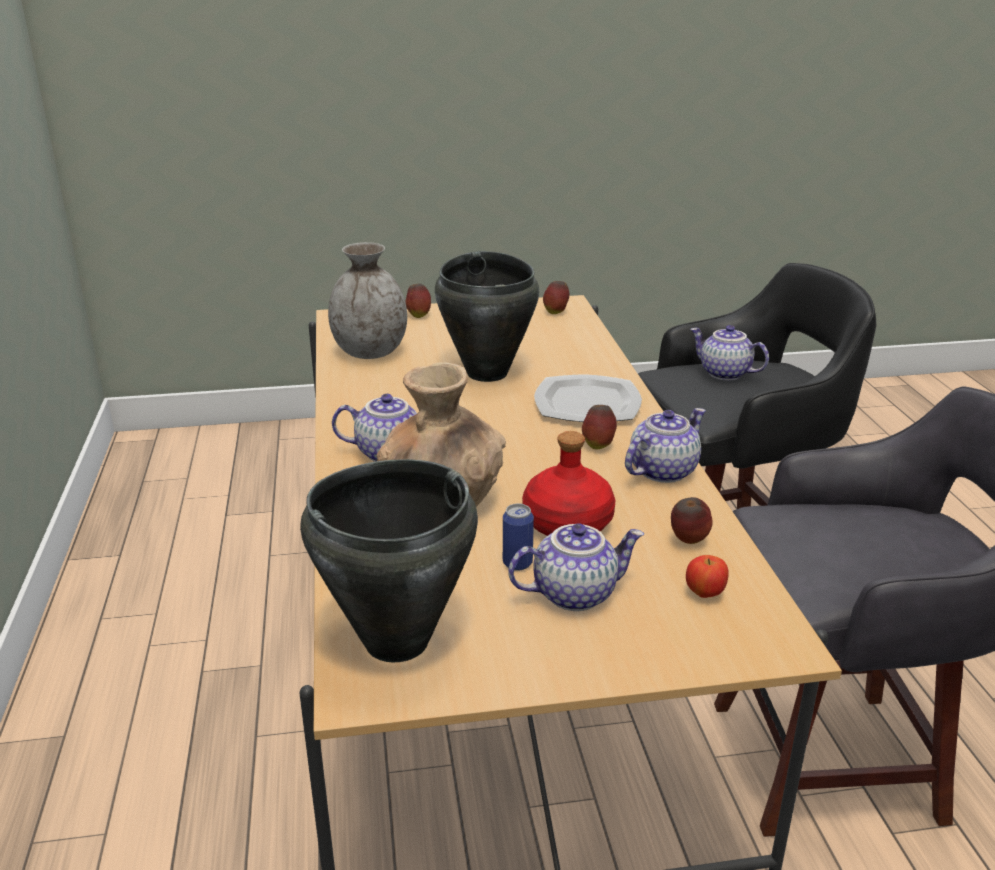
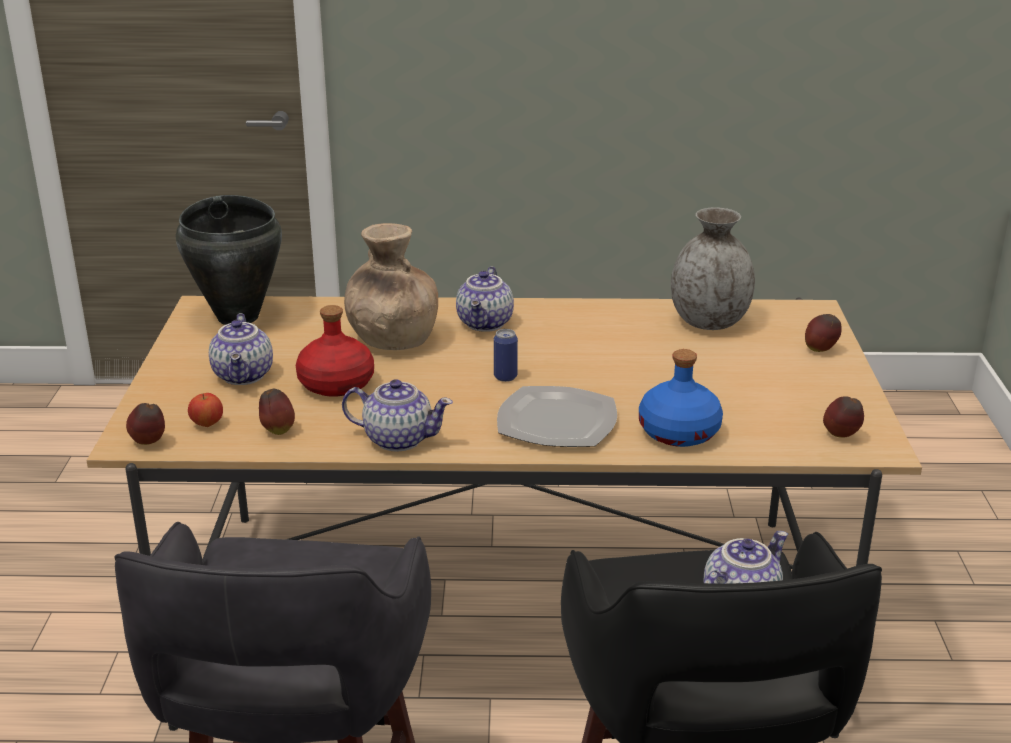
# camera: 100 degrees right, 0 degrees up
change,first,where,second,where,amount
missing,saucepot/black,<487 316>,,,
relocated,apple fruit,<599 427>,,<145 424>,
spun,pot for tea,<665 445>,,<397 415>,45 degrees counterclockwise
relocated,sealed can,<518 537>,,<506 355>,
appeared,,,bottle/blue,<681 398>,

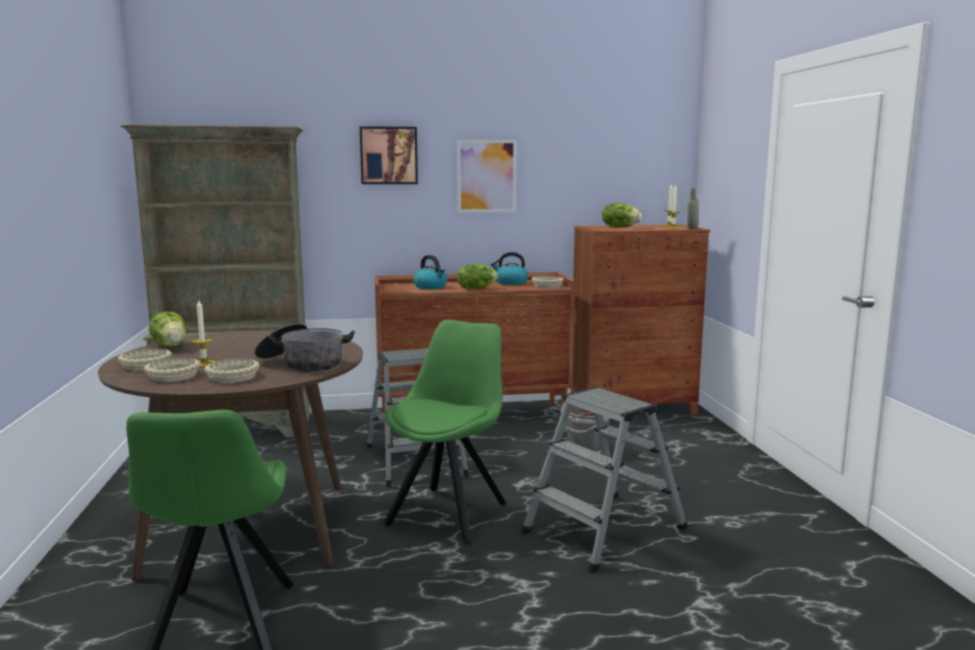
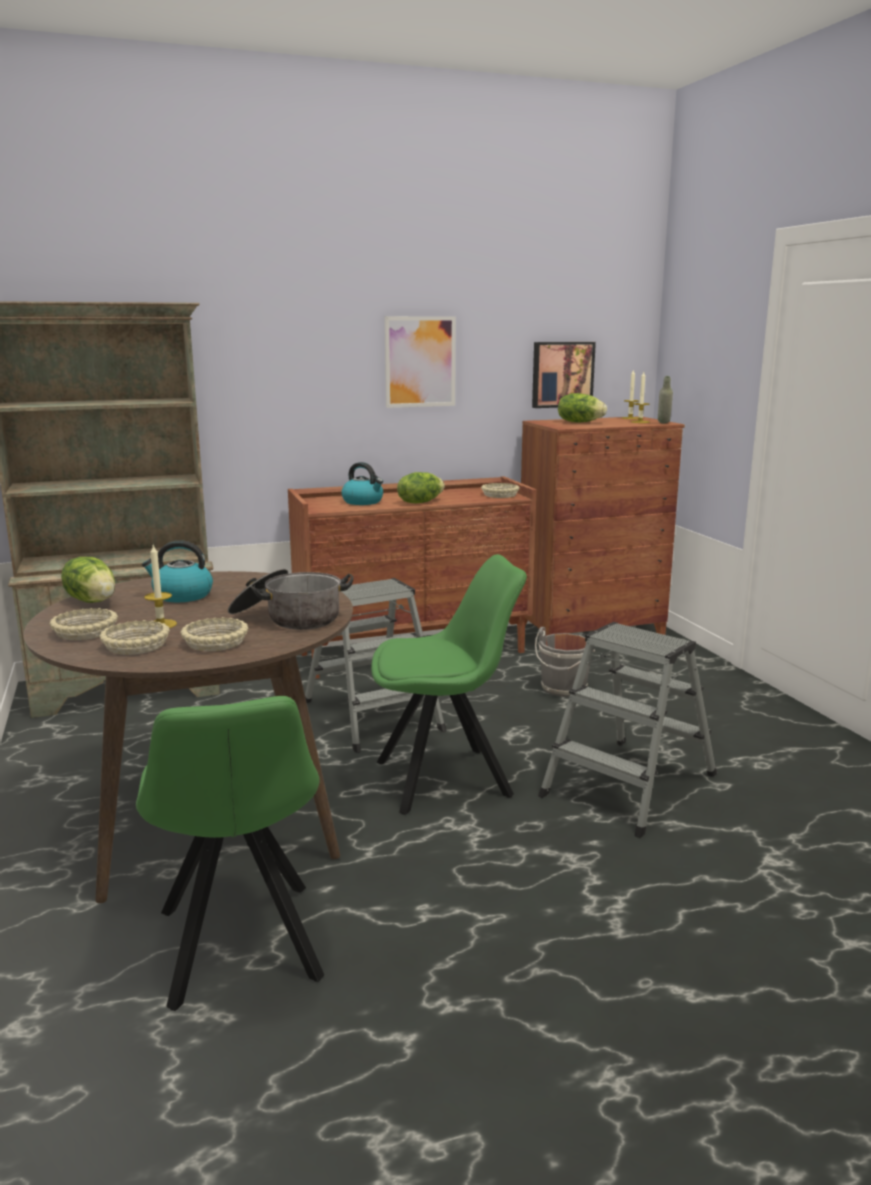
# camera: 10 degrees left, 5 degrees up
change,first,where,second,where,amount
relocated,wall art,<389 155>,,<564 375>,
relocated,water kettle,<509 268>,,<177 571>,
spun,plain chair/greenish,<445 431>,,<449 684>,60 degrees clockwise

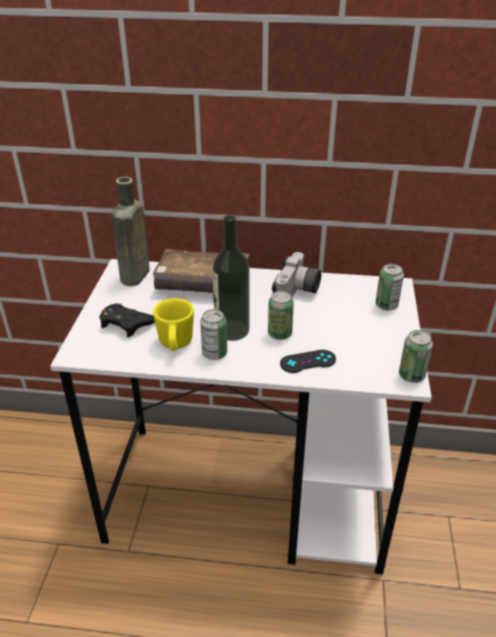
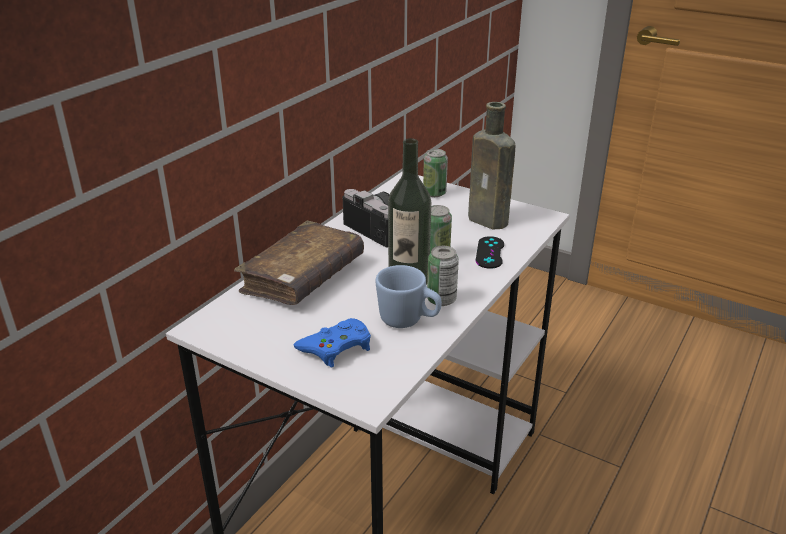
# camera: 65 degrees left, 5 degrees down
change,first,where,second,where,amount
relocated,bottle/brown,<130 231>,,<491 165>,
colour,coffee mug/yellow,<173 324>,coffee mug/blue,<409 296>,
colour,joypad/black,<127 320>,joypad/blue,<332 342>,
missing,sealed can,<416 356>,,,

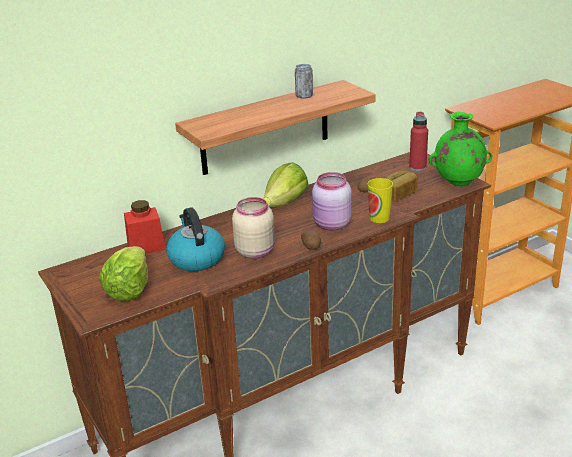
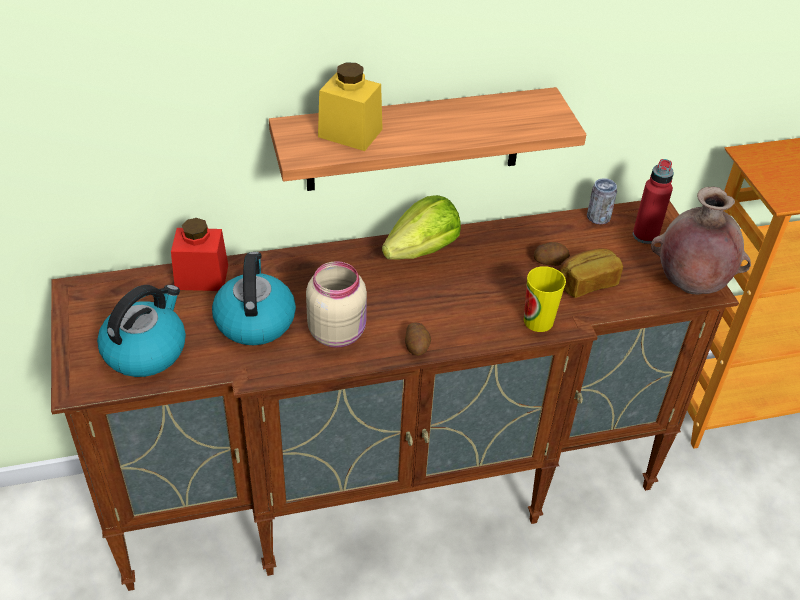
# camera: 15 degrees right, 15 degrees up
change,first,where,second,where,amount
relocated,sealed can,<304 81>,,<602 201>,
colour,vase/greenish,<461 149>,vase/brown,<701 241>,
missing,preserve jar/pink,<332 201>,,,
exchanged,lettuce,<123 273>,water kettle,<141 331>,
appeared,,,preserve jar/yellow,<350 106>,

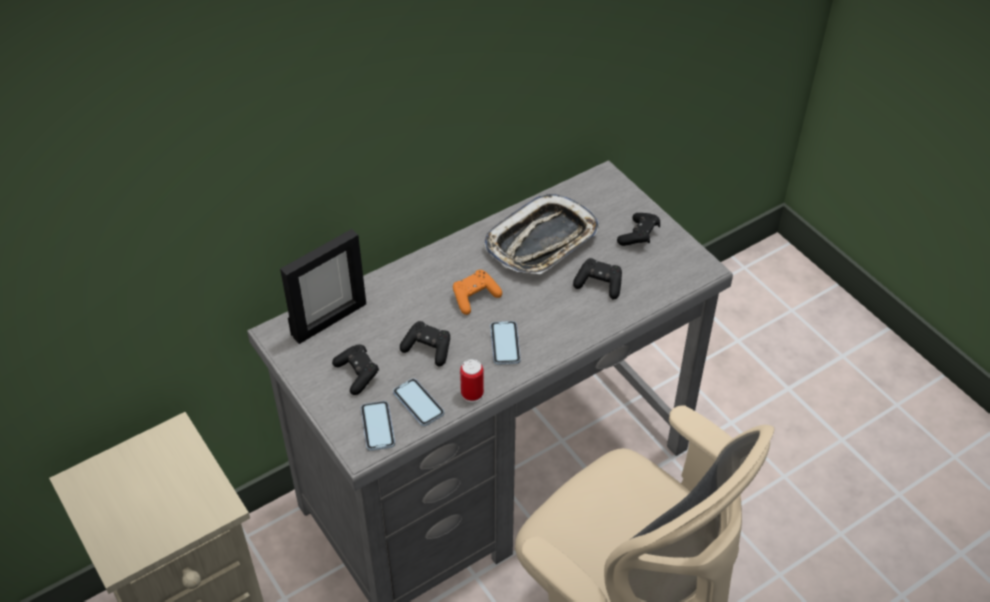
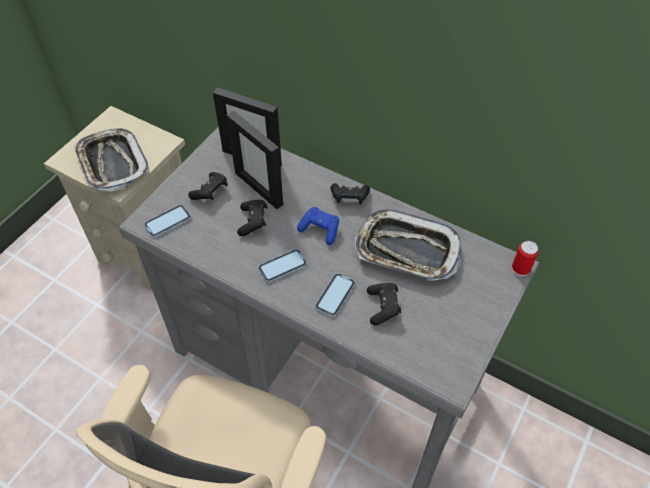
# camera: 65 degrees right, 5 degrees up
change,first,where,second,where,amount
relocated,joypad/black,<638 229>,,<350 193>,
colour,joypad/orange-coloured,<477 292>,joypad/blue,<318 226>,
relocated,sealed can,<472 381>,,<525 258>,
relocated,telephone,<418 402>,,<335 295>,
appeared,,,picture frame,<254 160>,
appeared,,,tray,<111 160>,

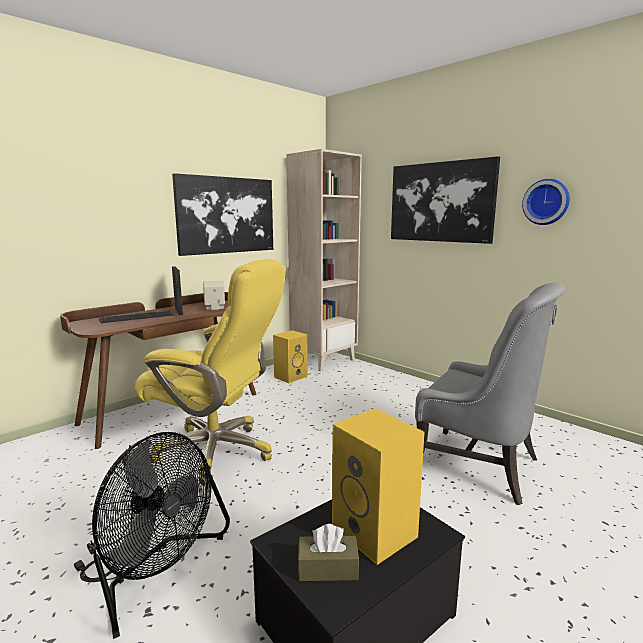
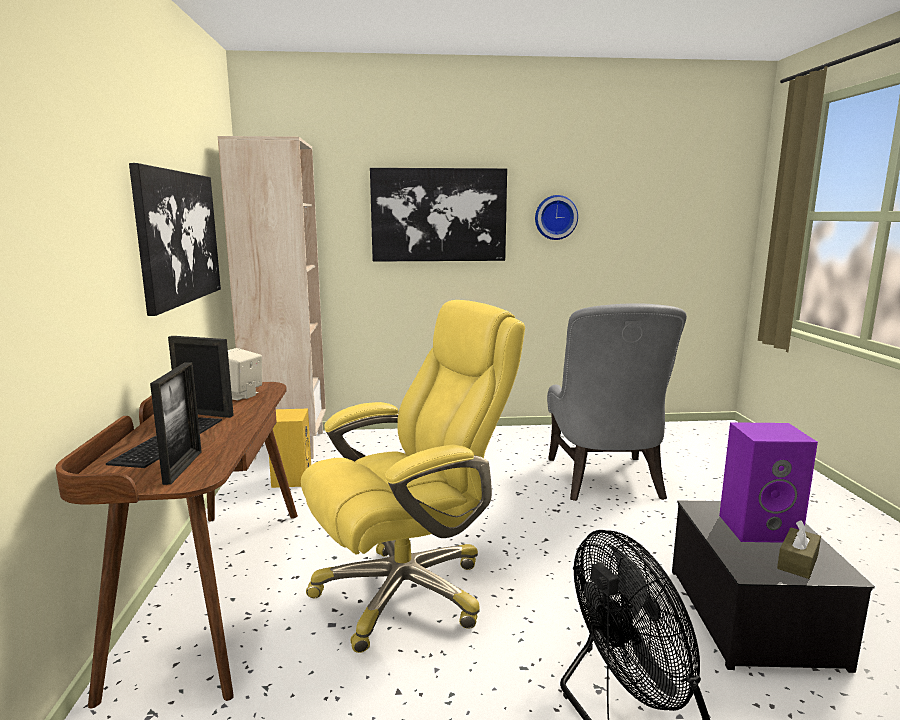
# camera: 50 degrees left, 0 degrees up
change,first,where,second,where,amount
spun,plain chair/greyish,<490 394>,,<617 402>,105 degrees clockwise
colour,audio speaker/yellow,<378 487>,audio speaker/purple-coloured,<768 482>,
appeared,,,picture frame,<176 423>,

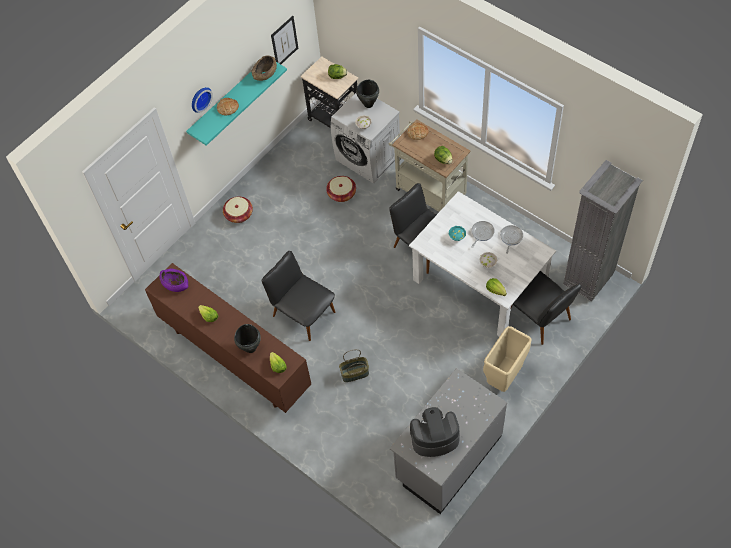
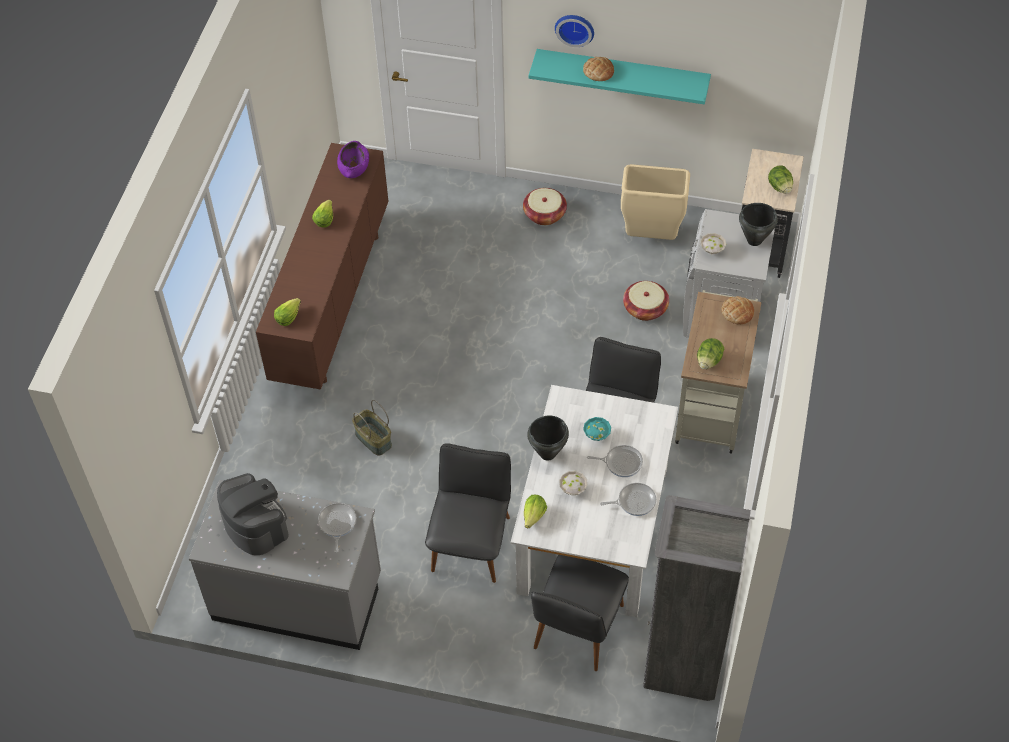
# camera: 60 degrees right, 5 degrees down
change,first,where,second,where,amount
missing,wall art,<284 40>,,,
missing,serving bowl/brown,<264 68>,,,
relocated,plain chair/black,<298 296>,,<468 513>,
relocated,saucepot/black,<247 338>,,<548 438>,
relocated,waste bin/sand-coloured,<507 359>,,<655 202>,
appeared,,,frying pan,<337 528>,

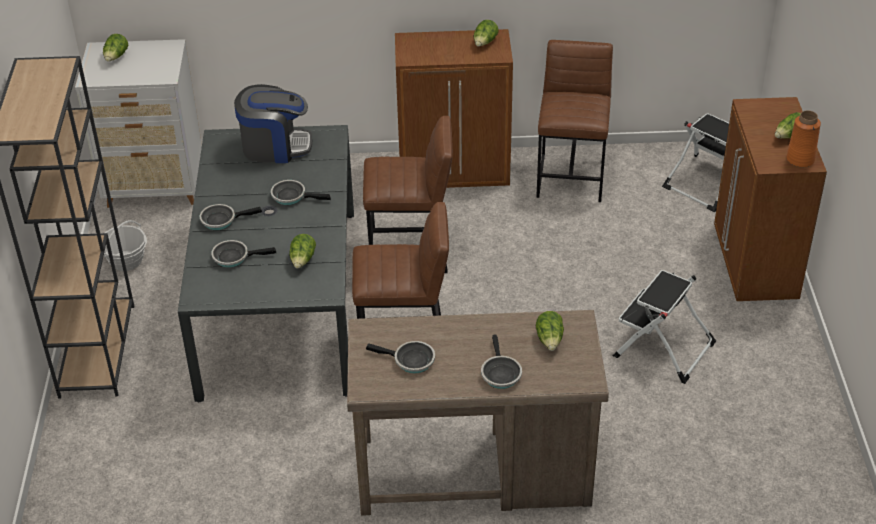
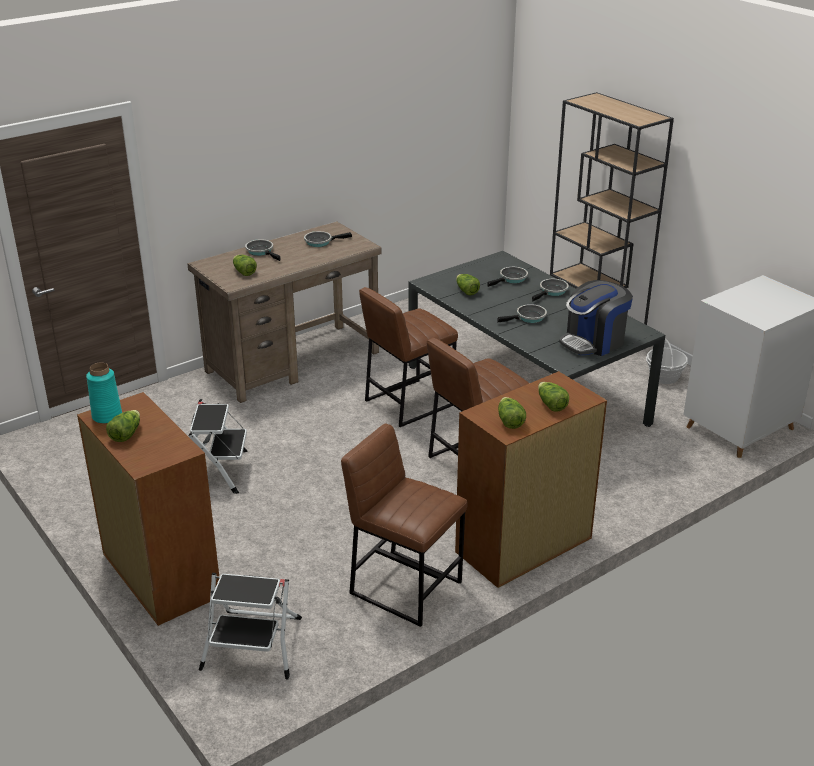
# camera: 145 degrees right, 10 degrees down
change,first,where,second,where,amount
relocated,lettuce,<115 48>,,<553 397>,
spun,plain chair/brown,<574 121>,,<404 525>,150 degrees clockwise
colour,vase/orange-coloured,<803 139>,vase/turquoise-coloured,<104 393>,

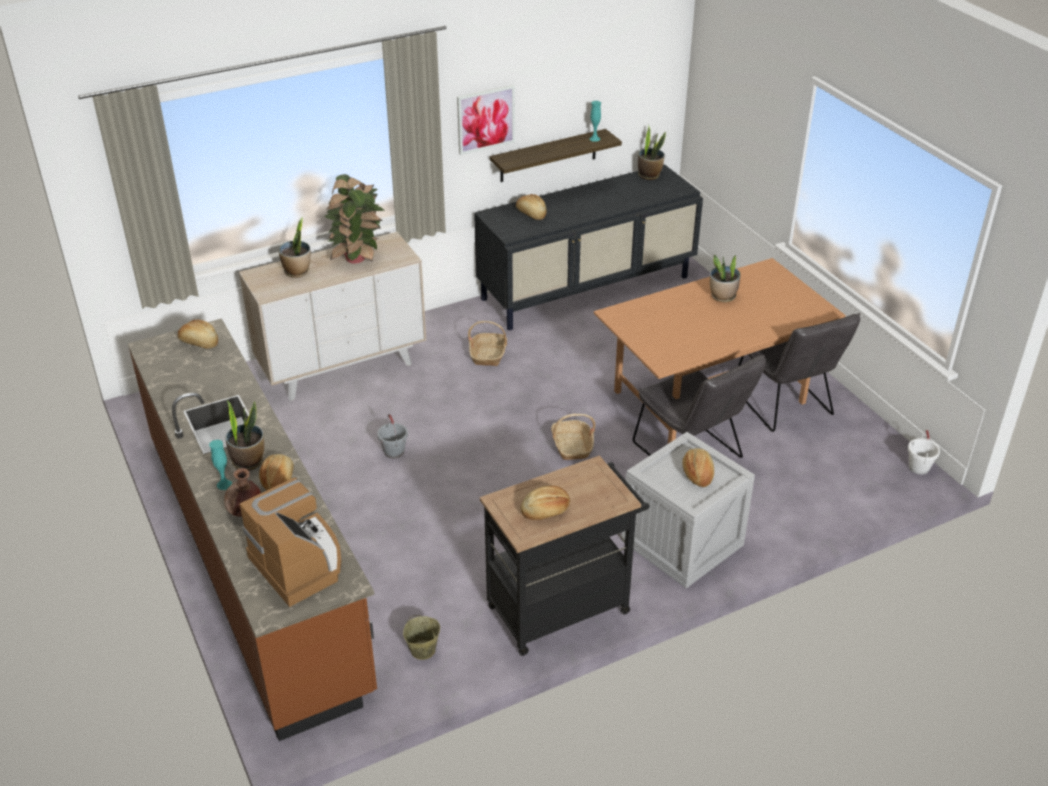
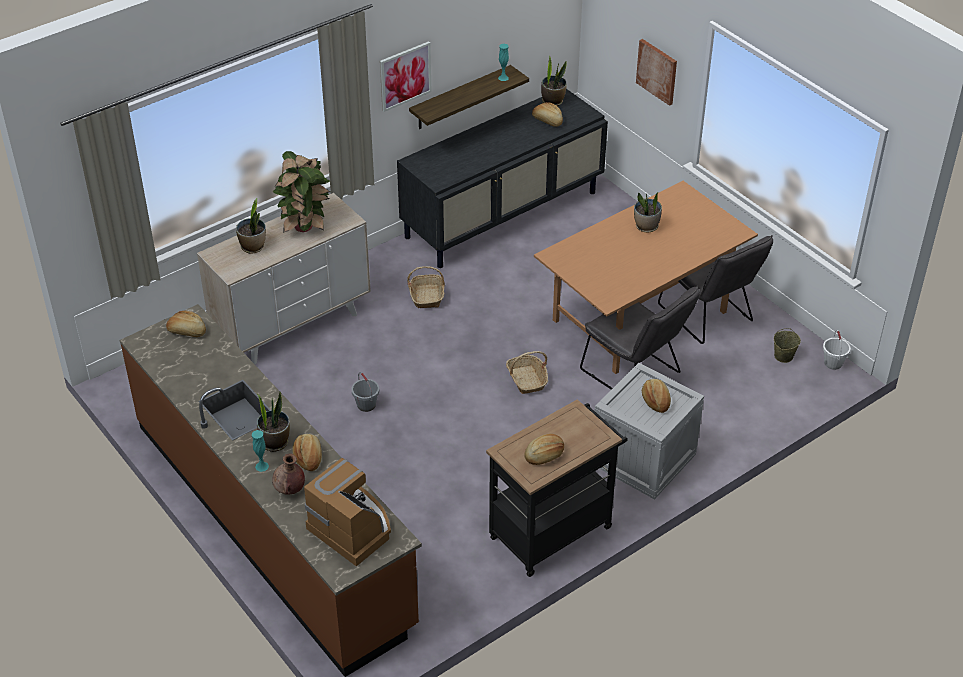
# camera: 10 degrees left, 5 degrees up
change,first,where,second,where,amount
relocated,bread,<531 207>,,<547 114>,
relocated,water bucket/sand-coloured,<421 637>,,<787 345>,
appeared,,,wall art,<656 72>,

